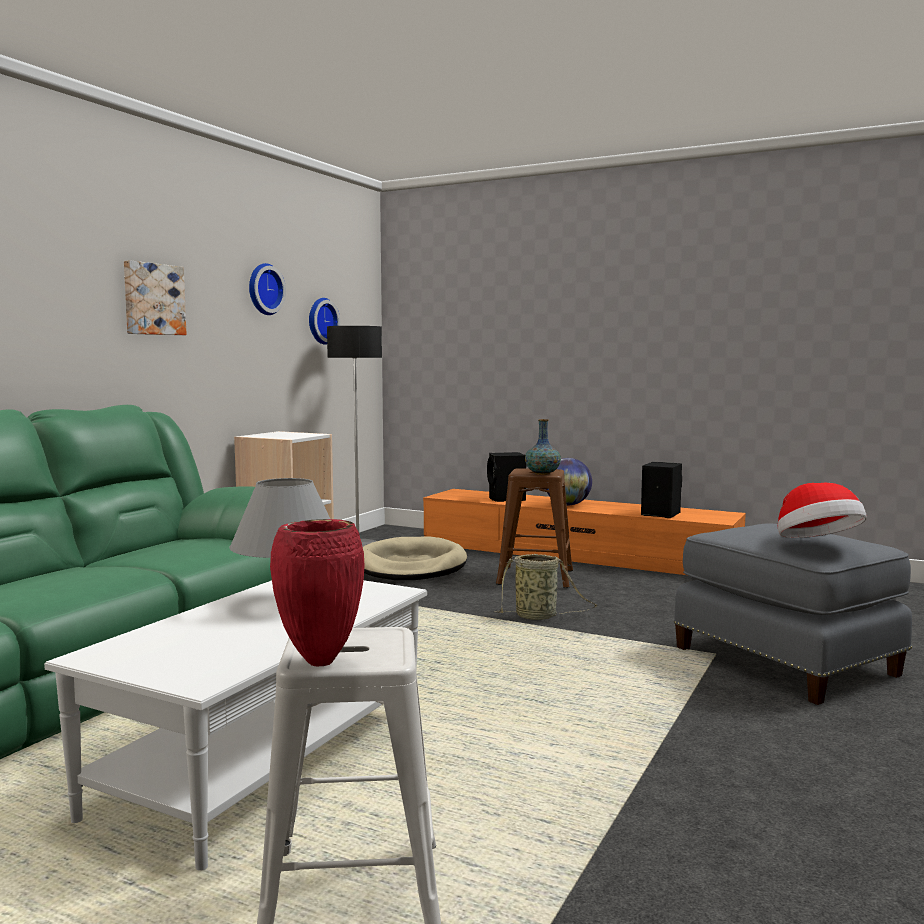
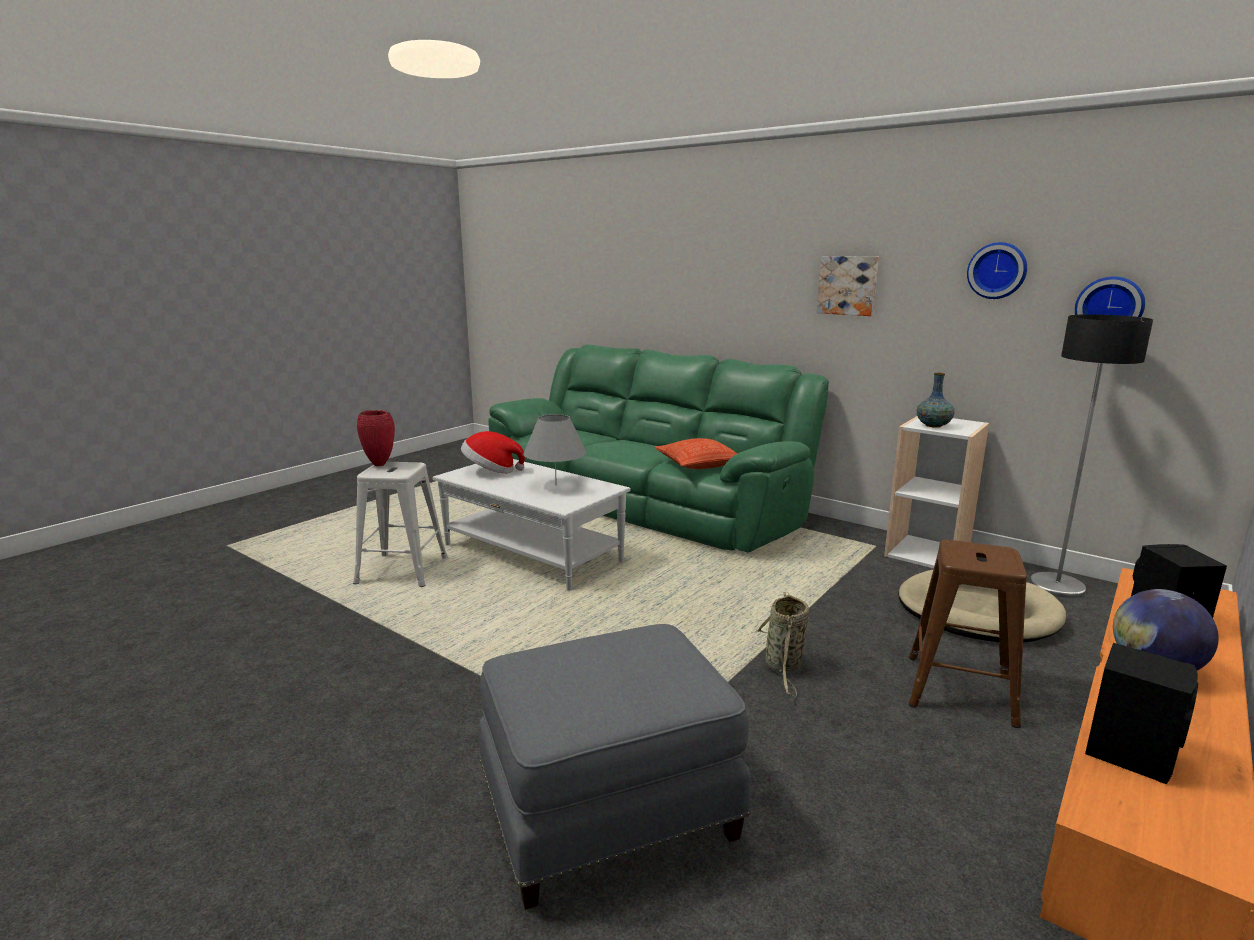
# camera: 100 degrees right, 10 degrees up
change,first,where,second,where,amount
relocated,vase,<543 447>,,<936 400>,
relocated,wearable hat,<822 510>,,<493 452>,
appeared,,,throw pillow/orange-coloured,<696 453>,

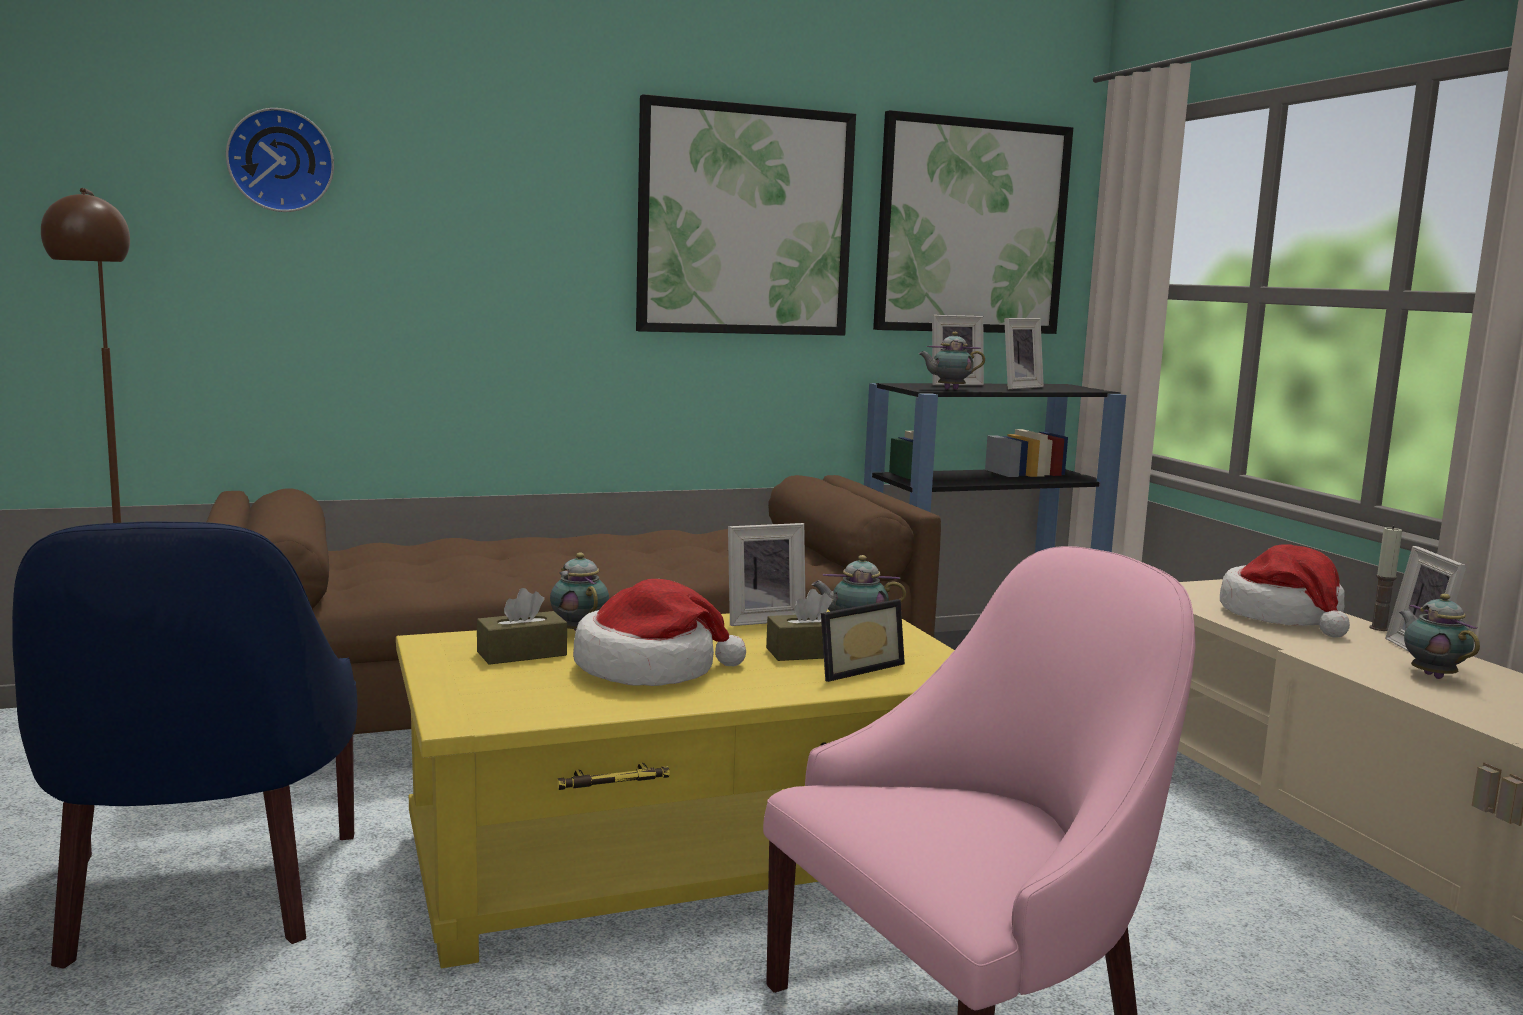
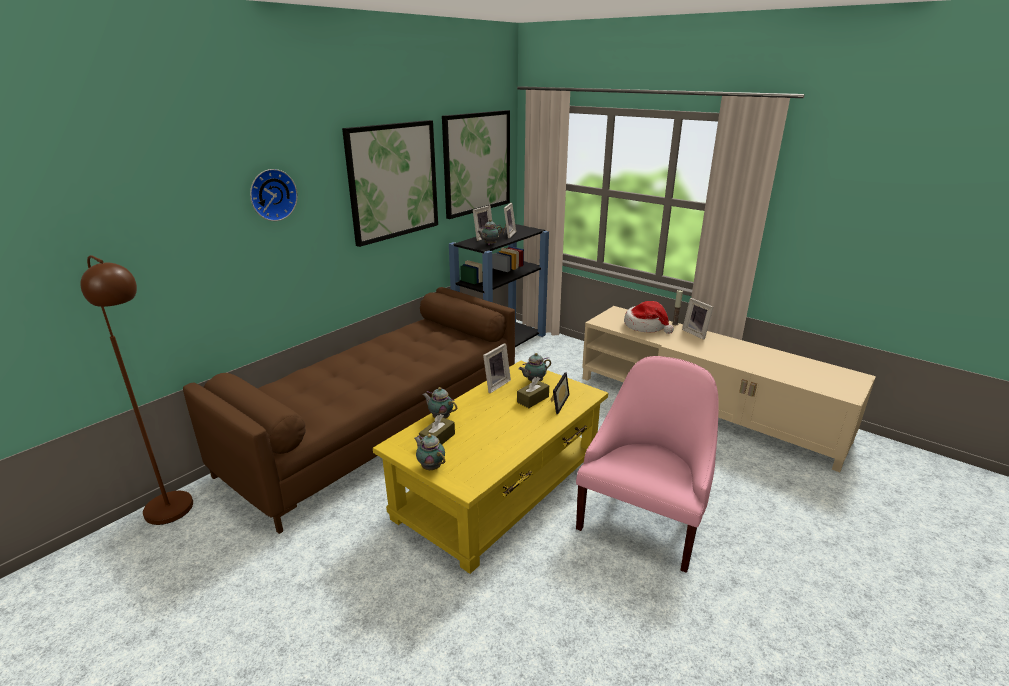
# camera: 30 degrees left, 15 degrees up
change,first,where,second,where,amount
relocated,wall clock,<280 160>,,<274 195>,
missing,lounge chair/blue,<185 744>,,,
missing,wearable hat,<659 632>,,,
relocated,pot for tea,<1439 636>,,<429 452>,

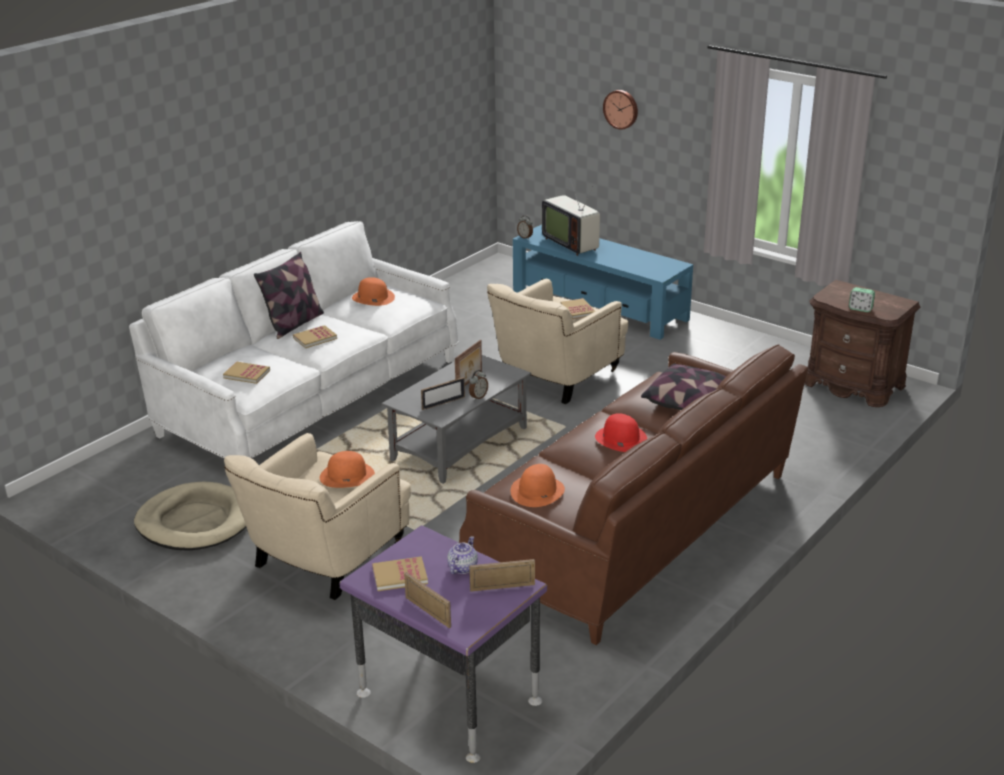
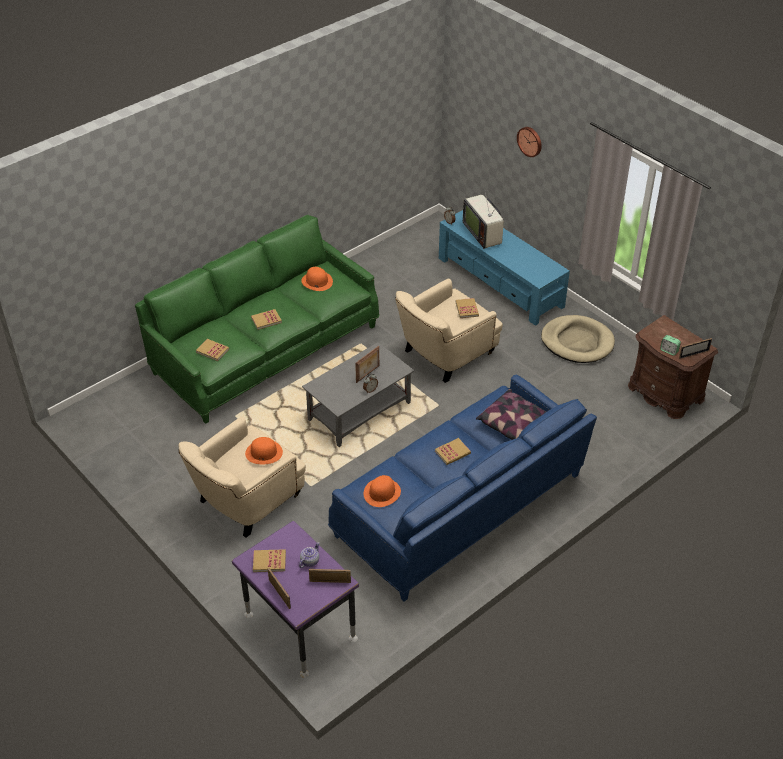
# camera: 10 degrees right, 15 degrees up
change,first,where,second,where,amount
colour,couch/whitish,<294 339>,couch/greenish,<257 319>,
missing,throw pillow,<289 295>,,,
colour,couch/brown,<633 494>,couch/blue,<462 487>,
relocated,picture frame,<443 393>,,<695 348>,
exchanged,wearable hat/red-coloured,<621 432>,book,<453 451>,
relocated,dog bed/sand-coloured,<190 516>,,<578 339>,

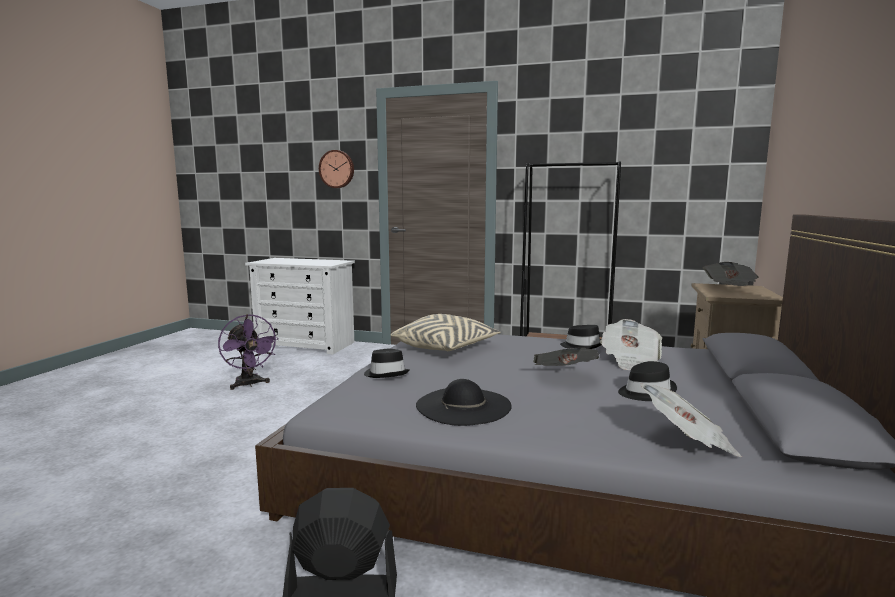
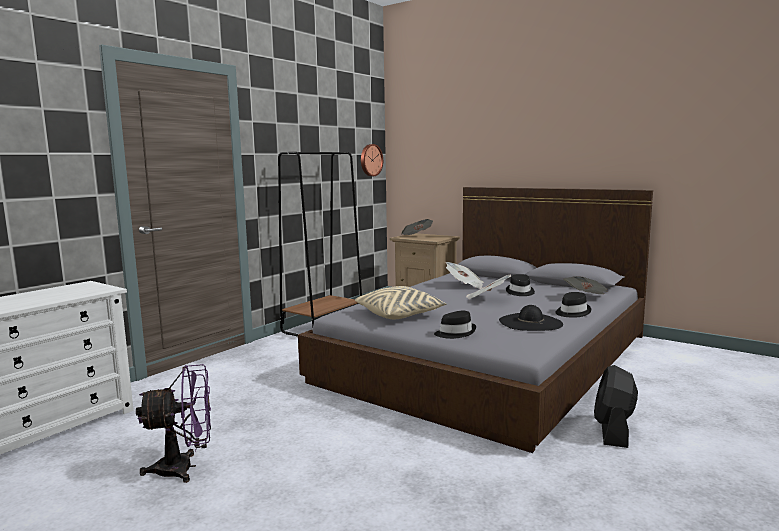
# camera: 70 degrees left, 0 degrees up
change,first,where,second,where,amount
relocated,wall clock,<336 169>,,<372 160>,
relocated,wearable hat/black,<581 337>,,<573 304>,

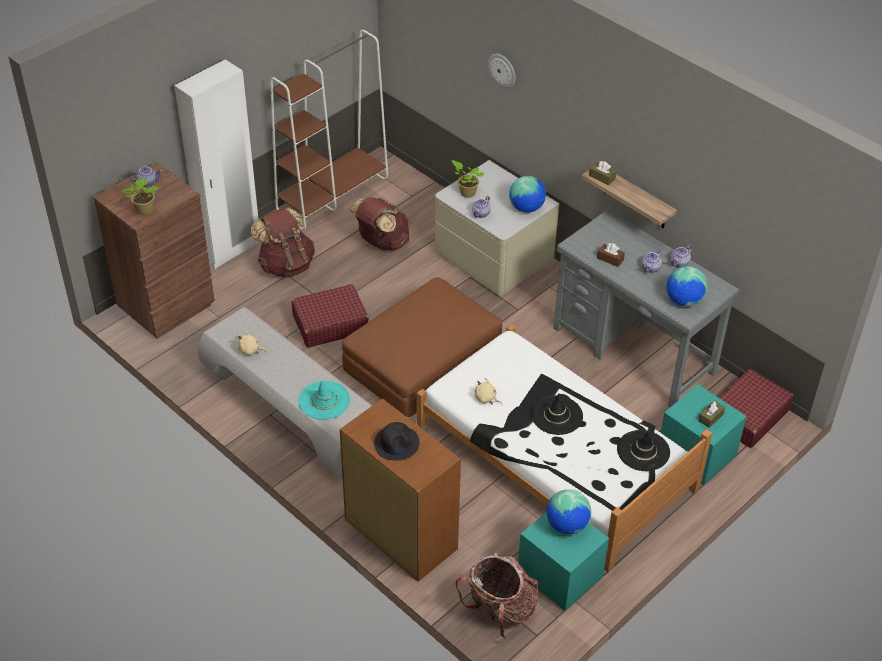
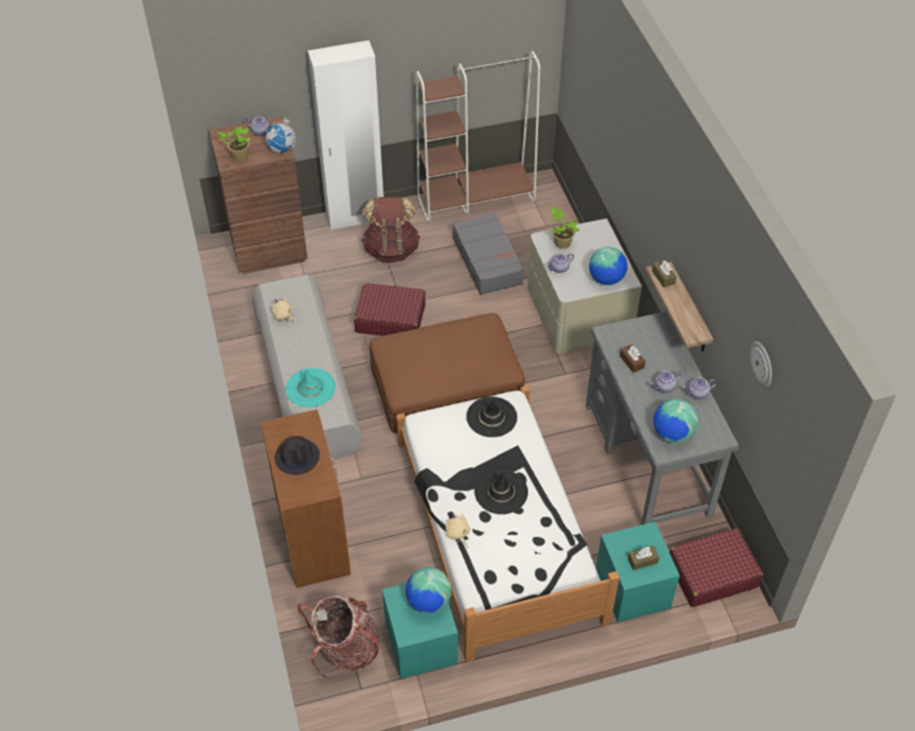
# camera: 30 degrees right, 5 degrees up
change,first,where,second,where,amount
relocated,wall clock,<502 71>,,<761 364>,
exchanged,knapsack/brown,<379 224>,suitcase/greyish,<488 254>,
relocated,plush toy/sand-coloured,<489 391>,,<457 531>,
relocated,wearable hat/black,<643 450>,,<491 417>,
appeared,,,world globe,<280 135>,

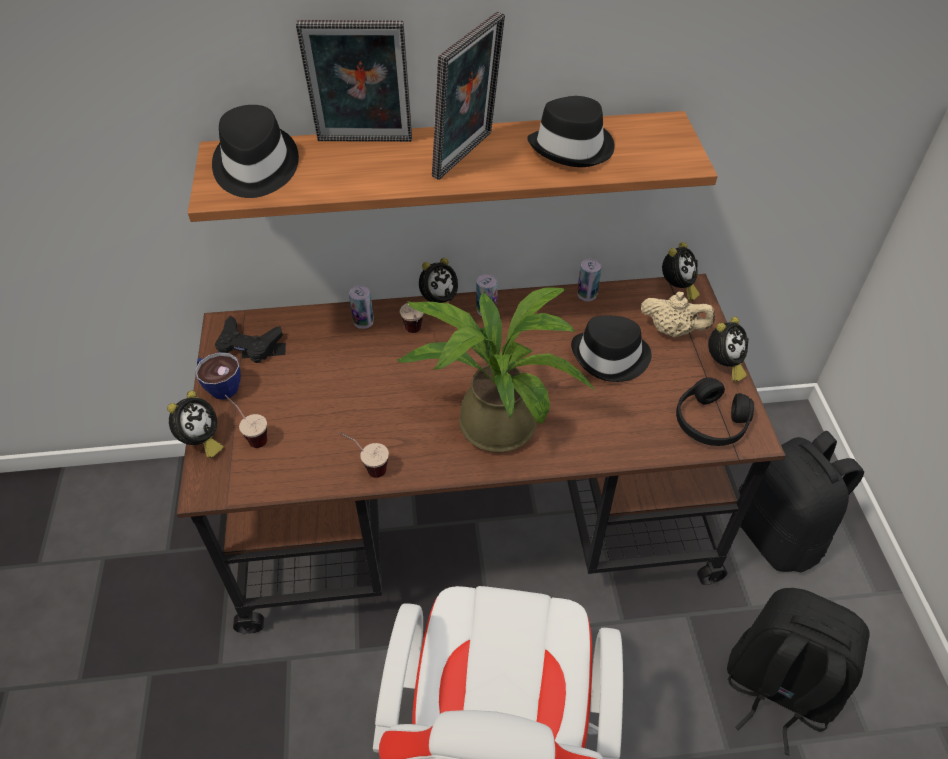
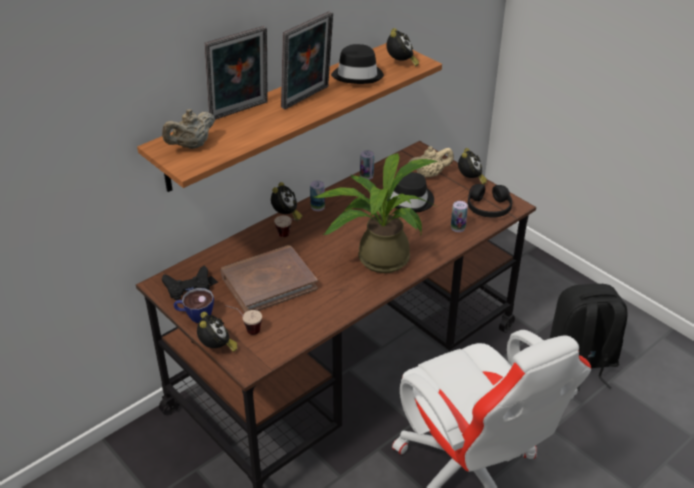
# camera: 35 degrees left, 10 degrees down
change,first,where,second,where,amount
spun,picture frame,<468 96>,,<307 60>,45 degrees clockwise
exchanged,wearable hat/black,<255 151>,pot for tea/sand-coloured,<188 129>,
relocated,bedside clock,<681 271>,,<402 47>,
relocated,sealed can,<361 307>,,<459 216>,
missing,knapsack/black,<801 501>,,,
missing,drinking cup,<363 455>,,,
appeared,,,book/brown,<269 278>,

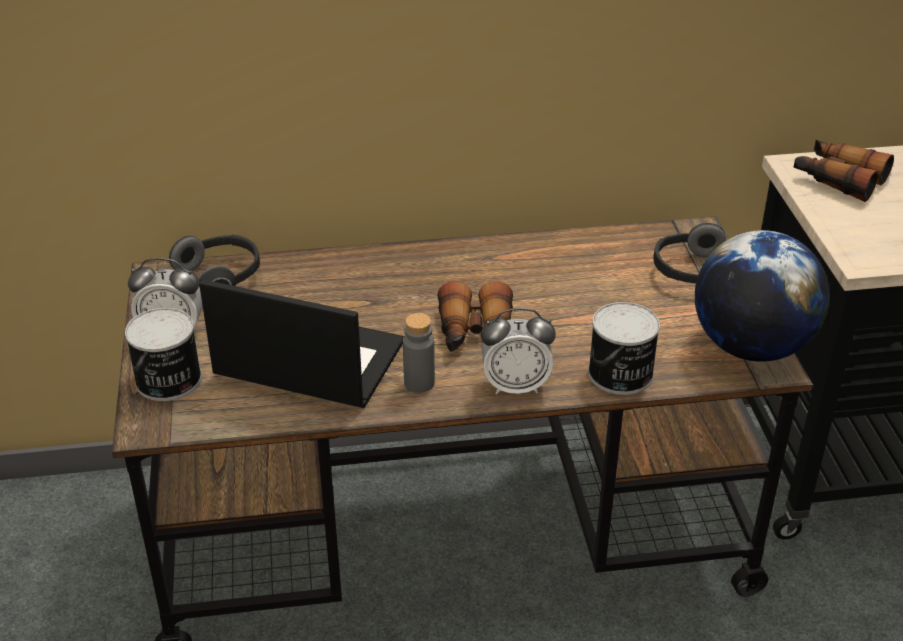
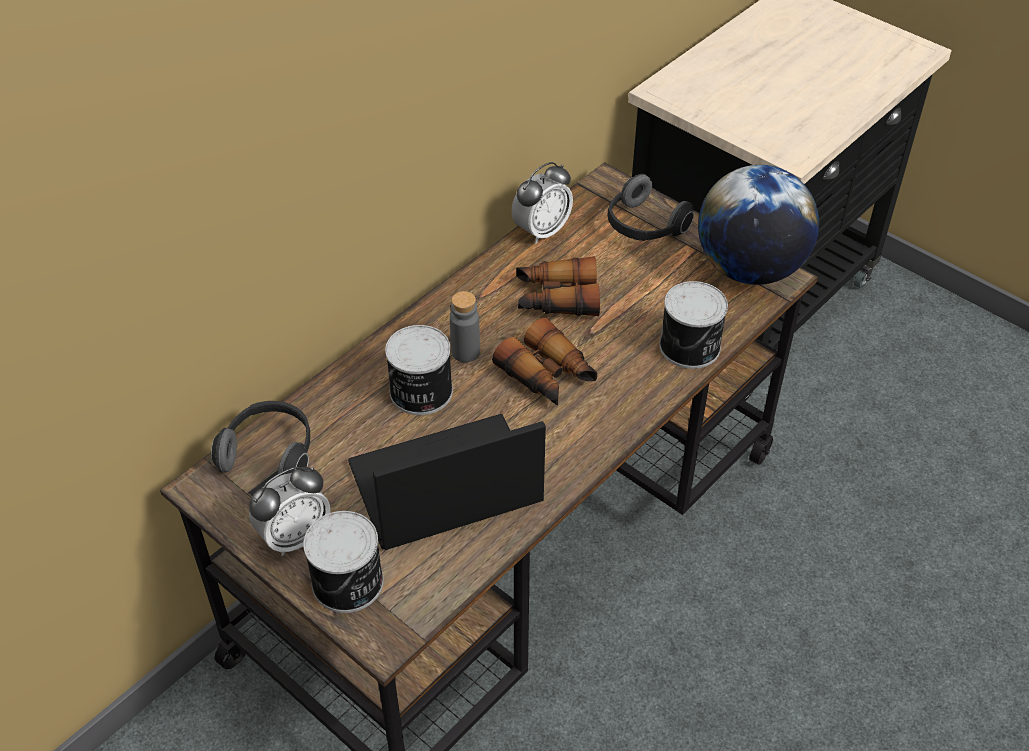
# camera: 40 degrees left, 10 degrees up
change,first,where,second,where,amount
relocated,binoculars,<844 171>,,<558 286>,
relocated,bedside clock,<518 351>,,<542 203>,
relocated,bottle/greyish,<419 353>,,<465 326>,
appeared,,,sealed can,<419 370>,

